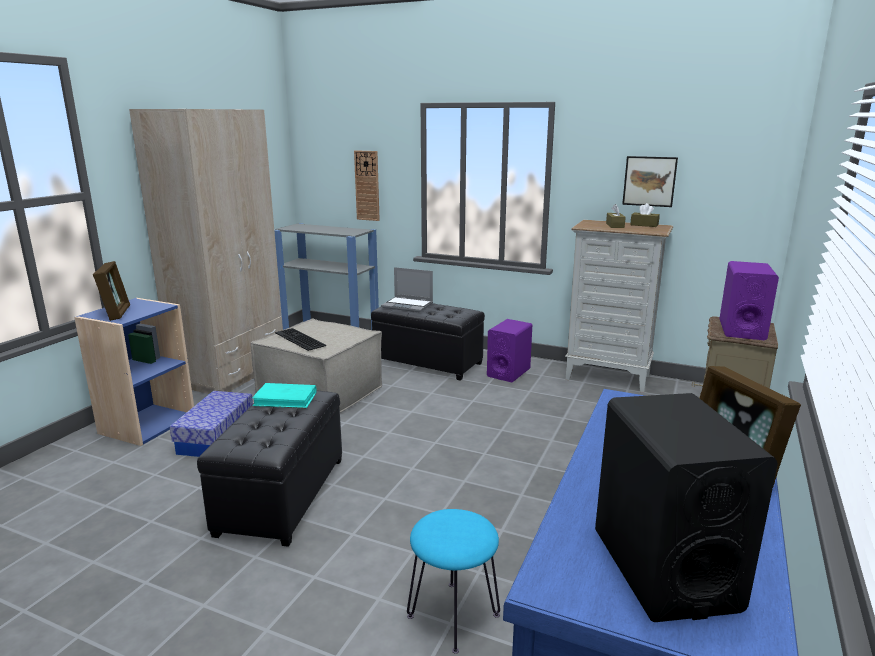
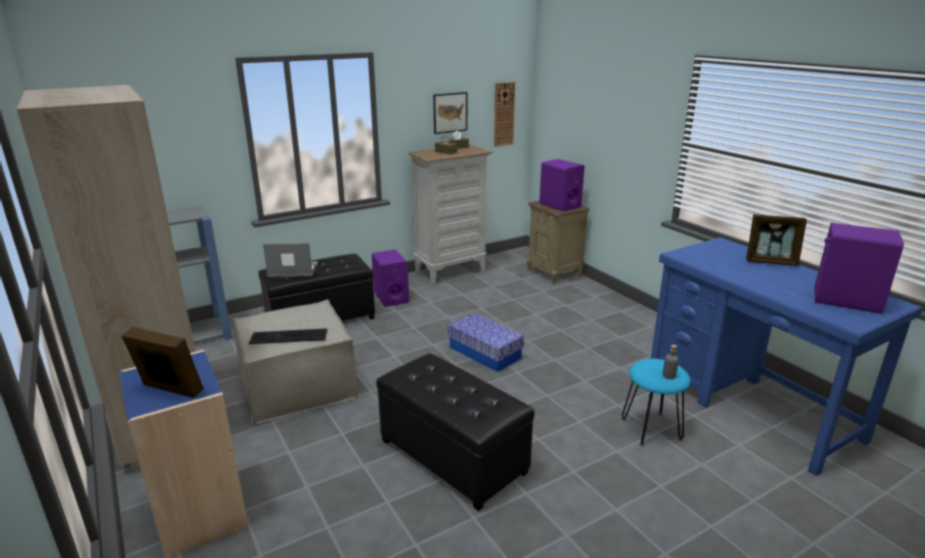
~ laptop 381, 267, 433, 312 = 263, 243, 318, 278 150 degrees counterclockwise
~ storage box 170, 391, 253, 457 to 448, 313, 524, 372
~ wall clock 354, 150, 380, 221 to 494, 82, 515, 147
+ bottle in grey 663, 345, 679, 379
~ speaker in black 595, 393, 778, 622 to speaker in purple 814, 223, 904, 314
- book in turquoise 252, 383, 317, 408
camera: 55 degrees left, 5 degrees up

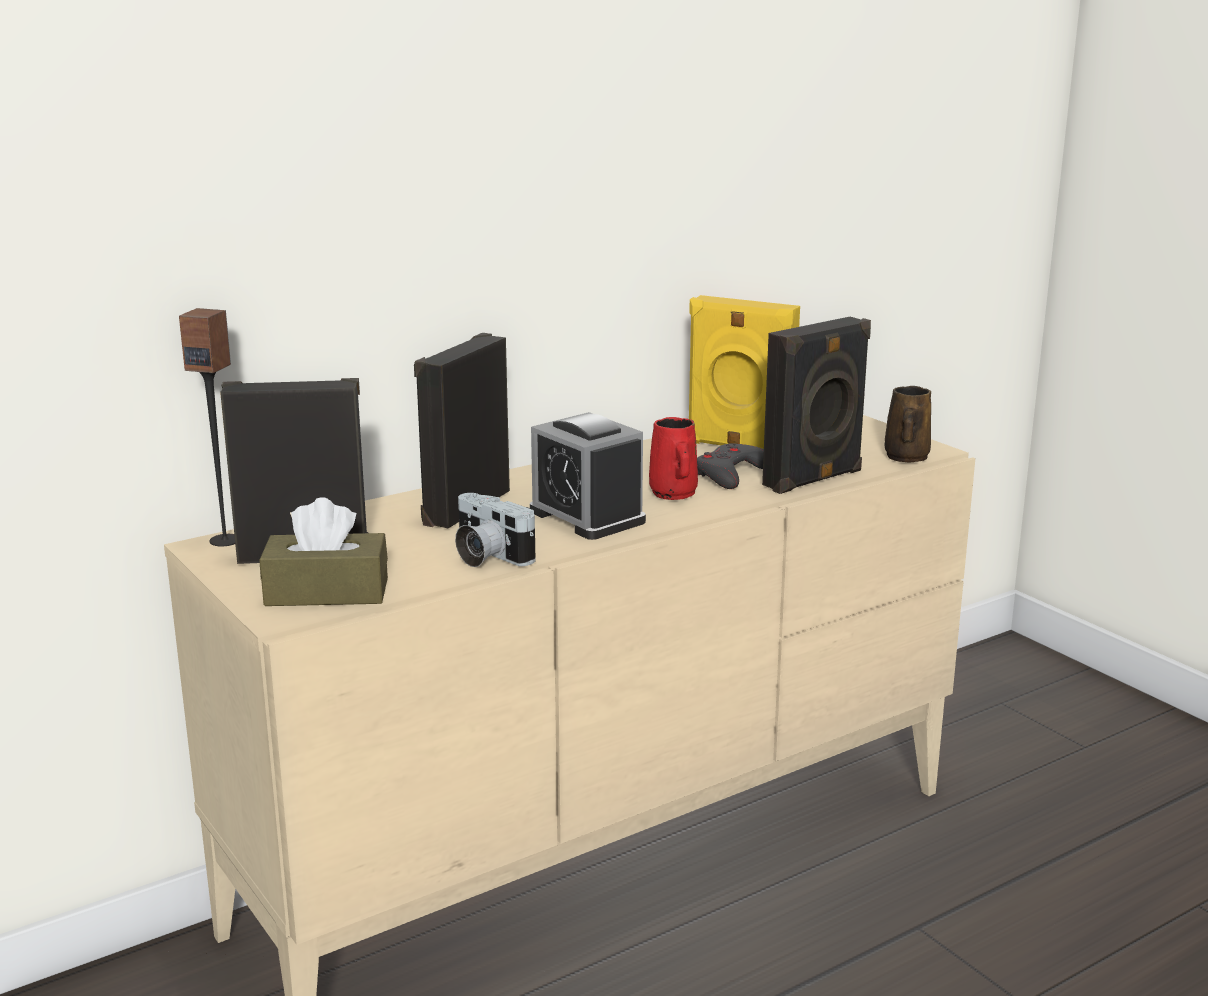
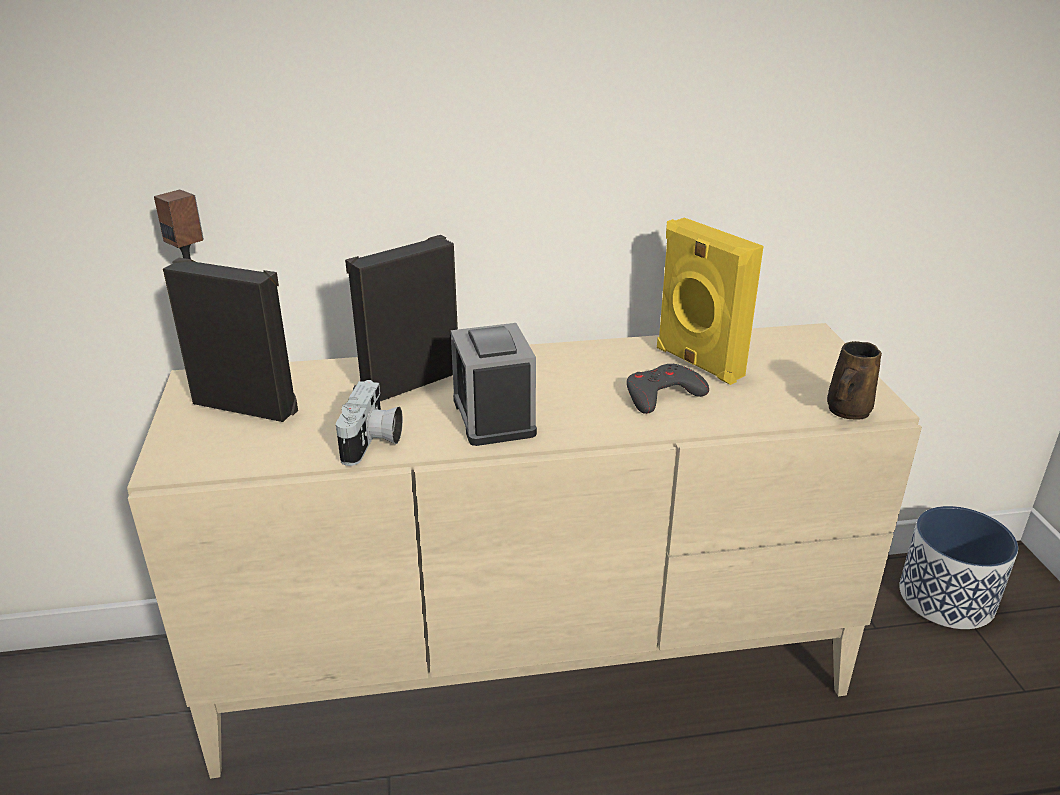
~ photo camera 455, 493, 535, 567 = 336, 380, 403, 466 150 degrees counterclockwise
+ planter 899, 506, 1018, 629
- tissue box in brown 259, 497, 388, 606
- mug in red 649, 417, 698, 500
- speaker in black 762, 317, 871, 494
camera: 25 degrees right, 10 degrees up

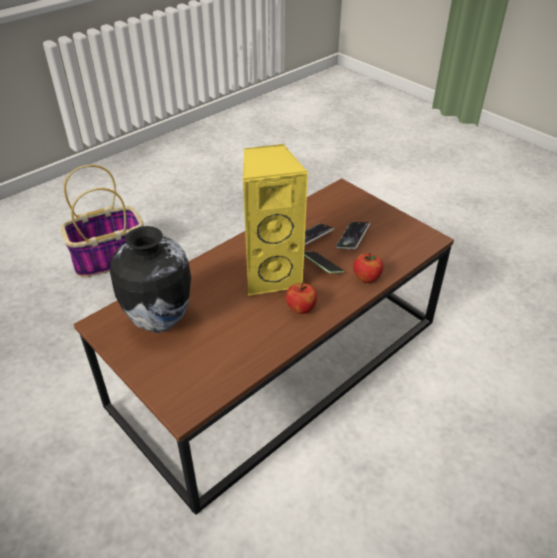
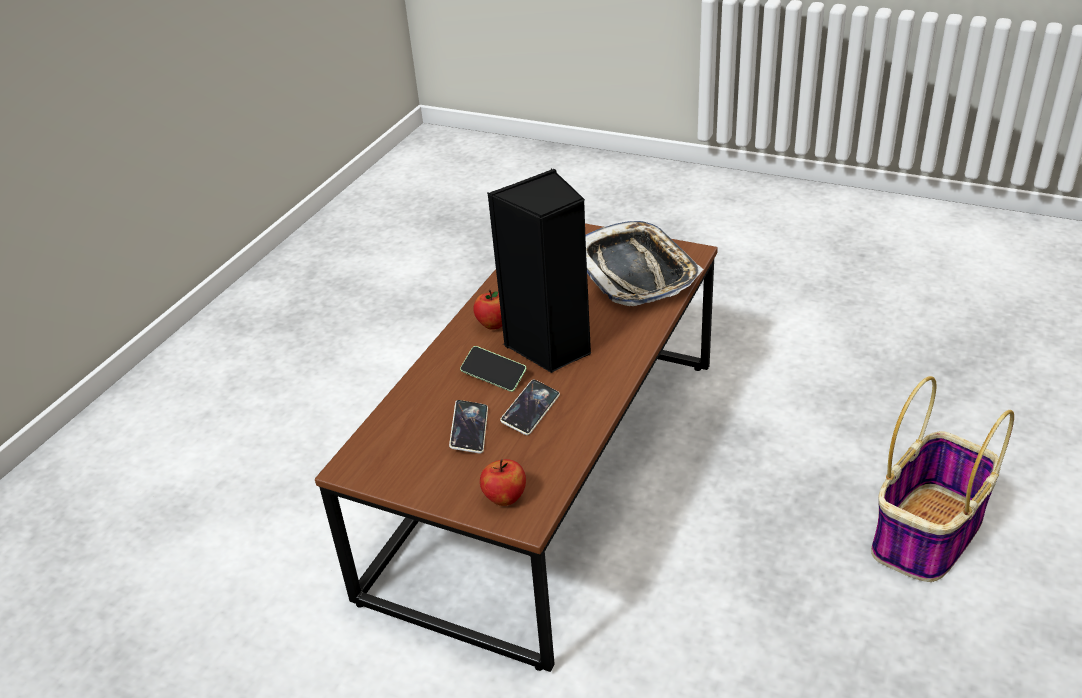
~ apple 353, 253, 384, 283 to 480, 459, 526, 506
~ speaker in yellow 243, 144, 308, 296 to speaker in black 487, 168, 591, 373
~ vase 110, 226, 191, 333 to tray 585, 221, 703, 306
camera: 160 degrees right, 5 degrees down

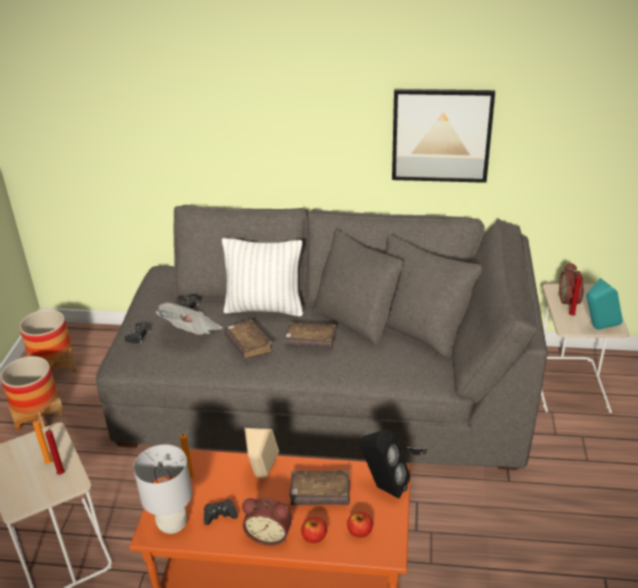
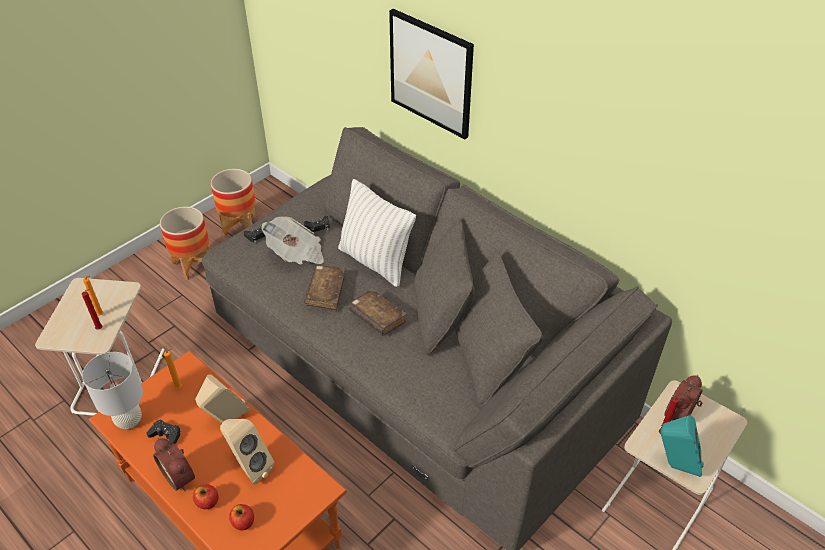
~ book in brown 290, 470, 350, 505 to speaker in beige 220, 419, 274, 485
~ picture 392, 89, 495, 183 to 389, 9, 474, 139
- speaker in black 360, 429, 410, 499
camera: 35 degrees right, 10 degrees up

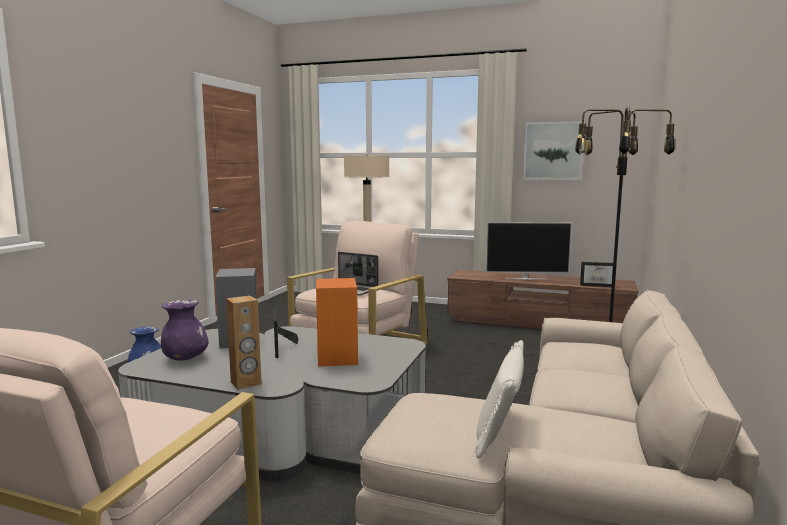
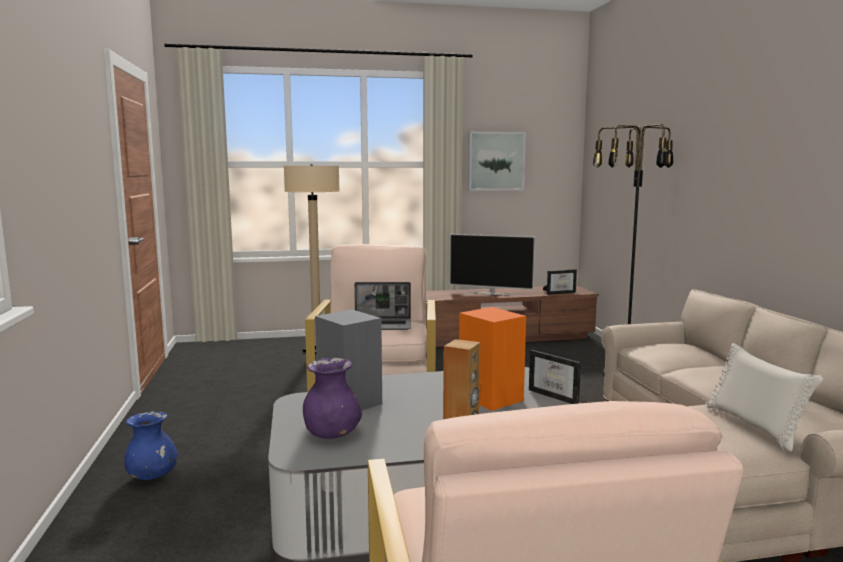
~ television 486, 222, 572, 280 = 449, 234, 535, 295 45 degrees clockwise
~ picture frame 273, 308, 299, 358 to 529, 350, 581, 404
camera: 30 degrees left, 0 degrees up

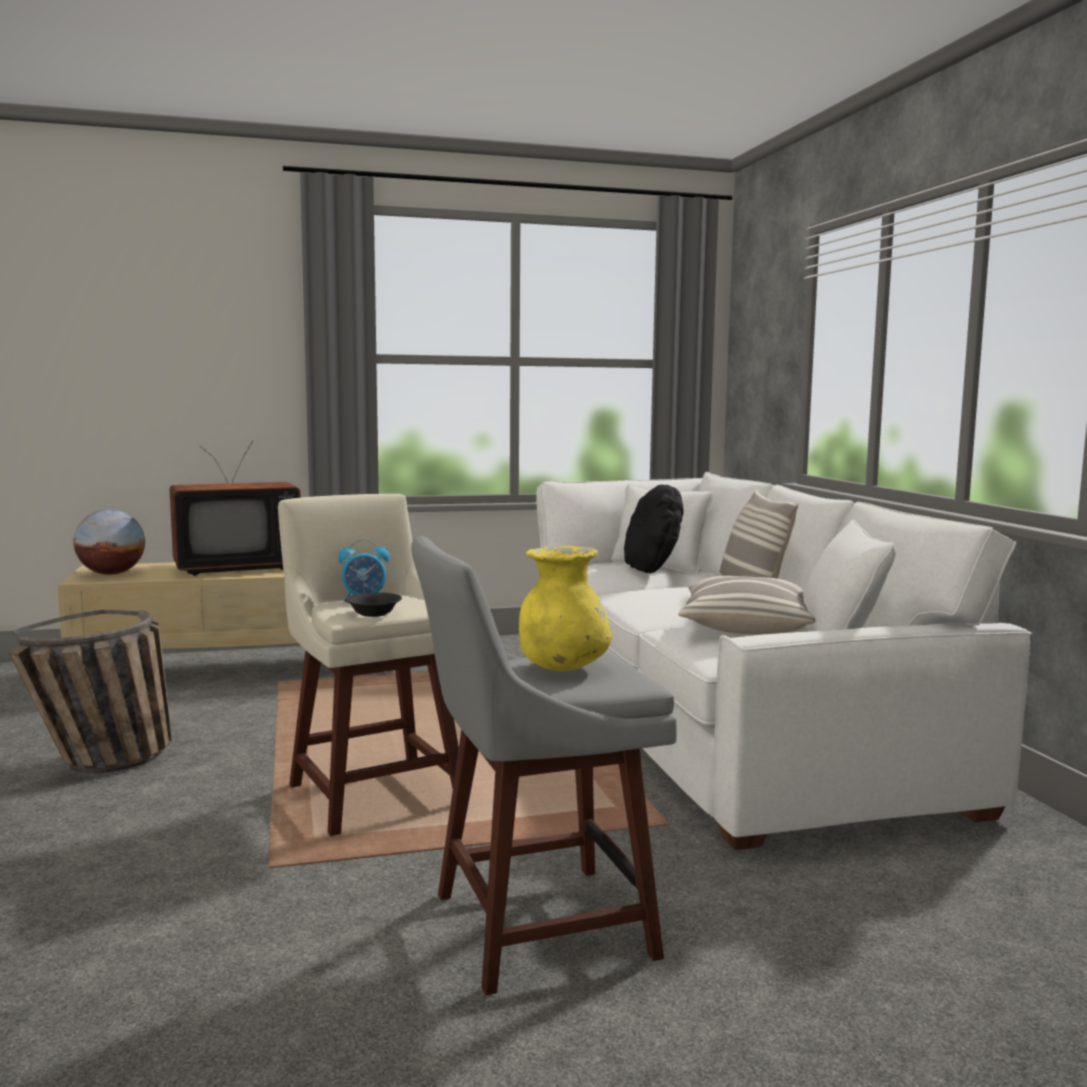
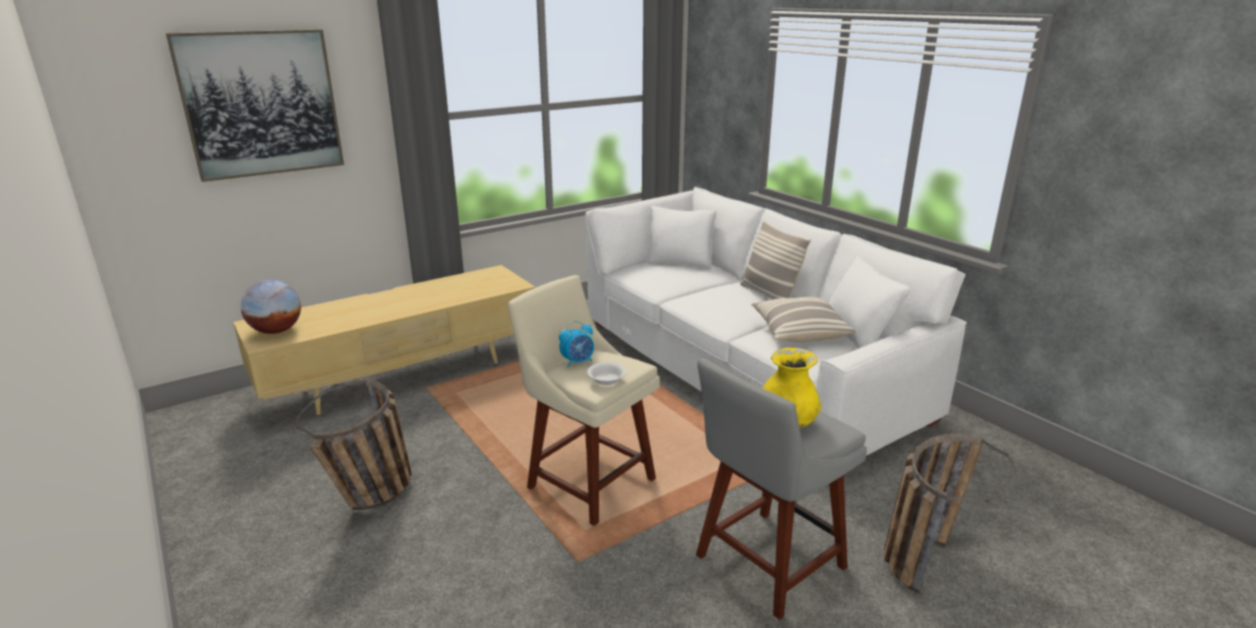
+ picture 166, 29, 344, 182
~ bowl in black 345, 592, 402, 617 to bowl in white 587, 362, 626, 385
+ basket 883, 434, 1014, 594
- television 170, 441, 300, 576
- pillow in black 624, 485, 684, 573
camera: 20 degrees left, 15 degrees up

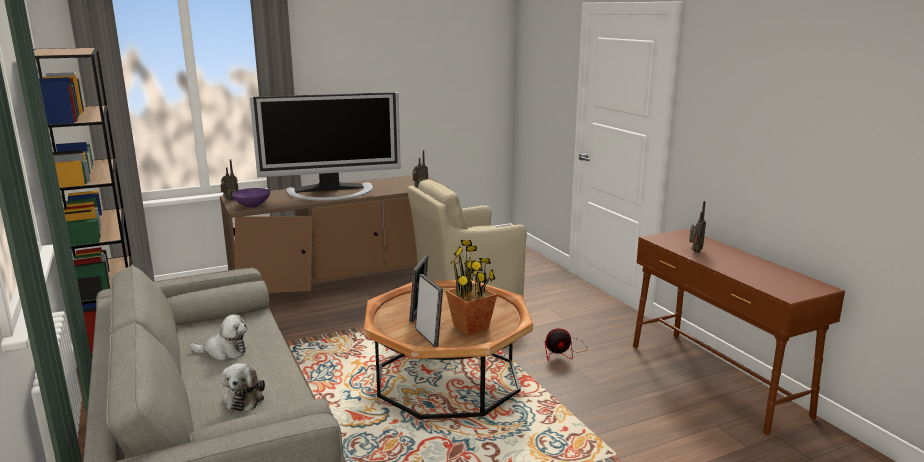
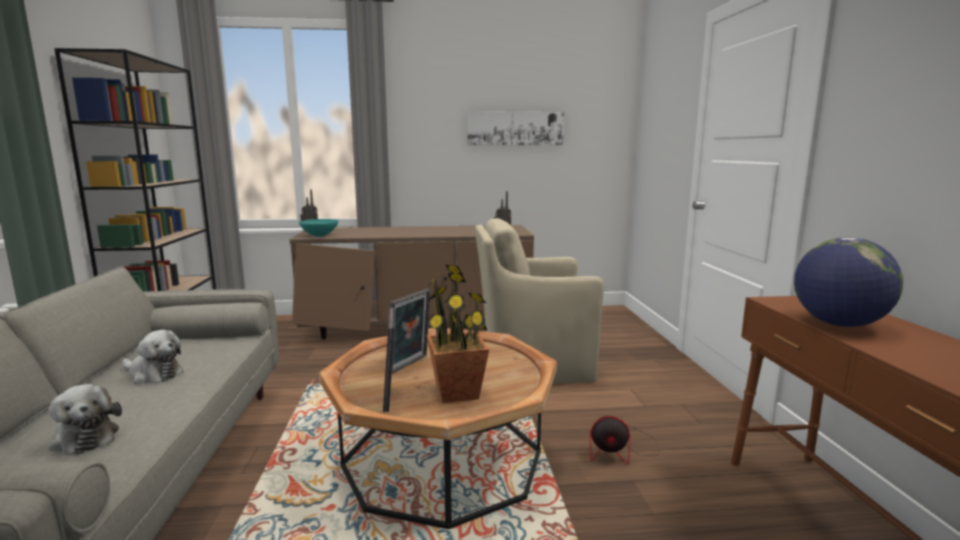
~ plush toy 221, 363, 265, 411 = 48, 384, 122, 455 60 degrees counterclockwise
~ bowl in purple 232, 188, 270, 208 to bowl in turquoise 299, 219, 338, 237
+ picture 467, 111, 564, 145
~ radio 689, 201, 706, 253 to globe 794, 237, 903, 327
- television 250, 92, 401, 201
camera: 20 degrees right, 5 degrees down

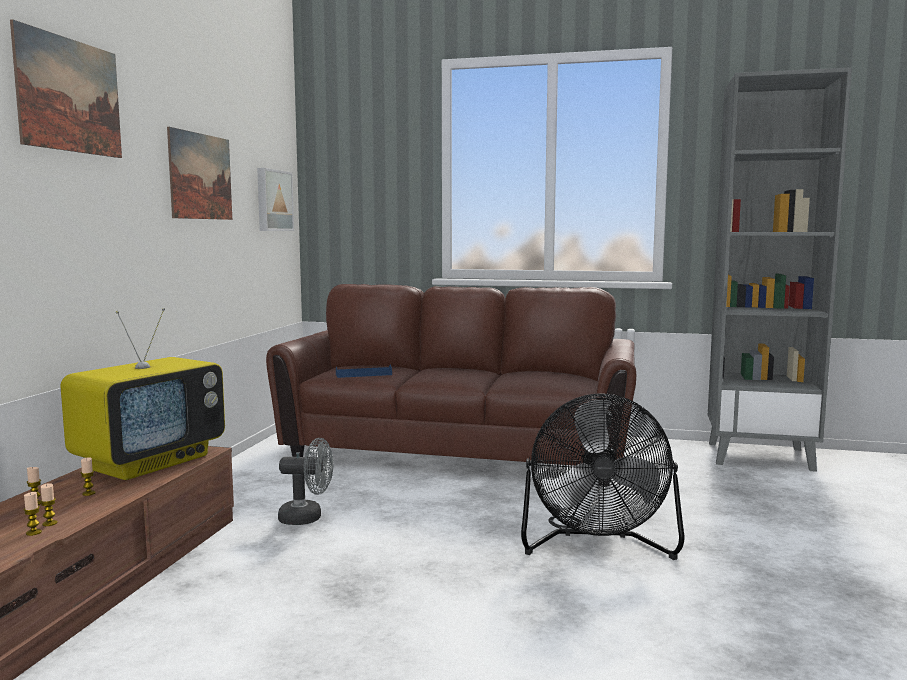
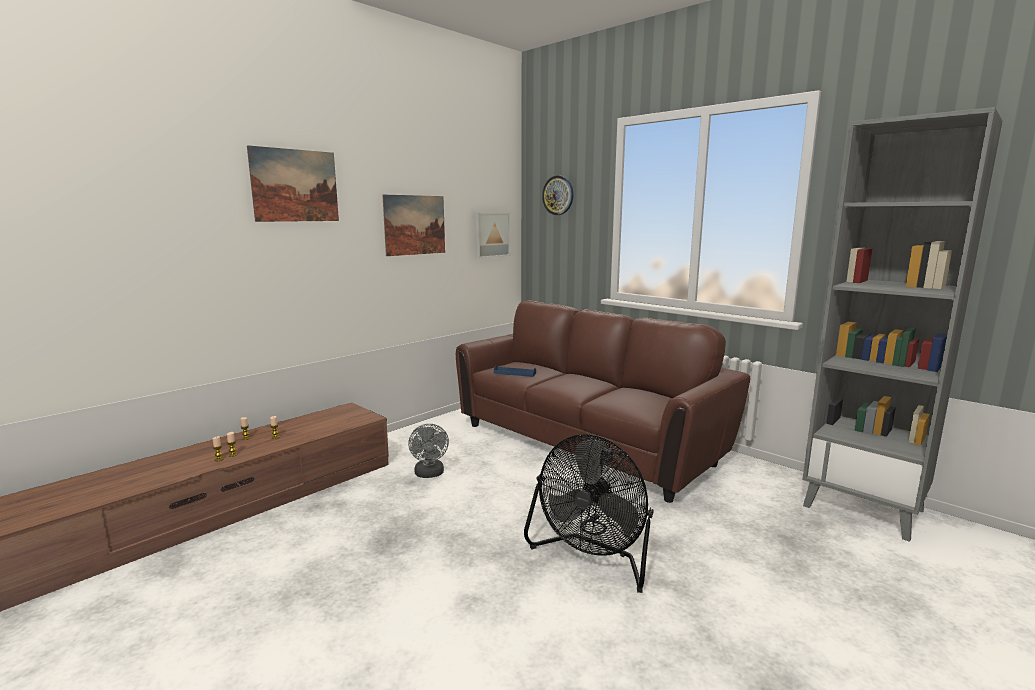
~ fan in grey 278, 438, 333, 525 = 408, 424, 449, 478 45 degrees clockwise
+ wall clock 542, 175, 574, 215
- television 60, 308, 225, 480
camera: 30 degrees right, 5 degrees up

